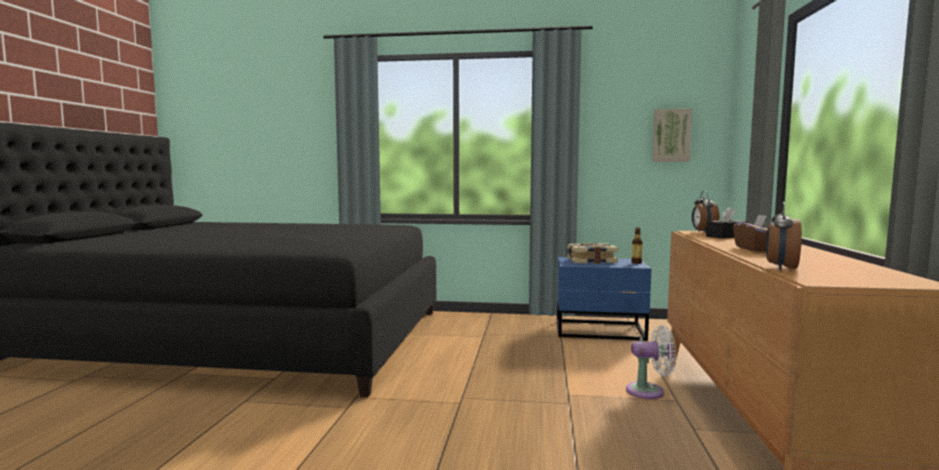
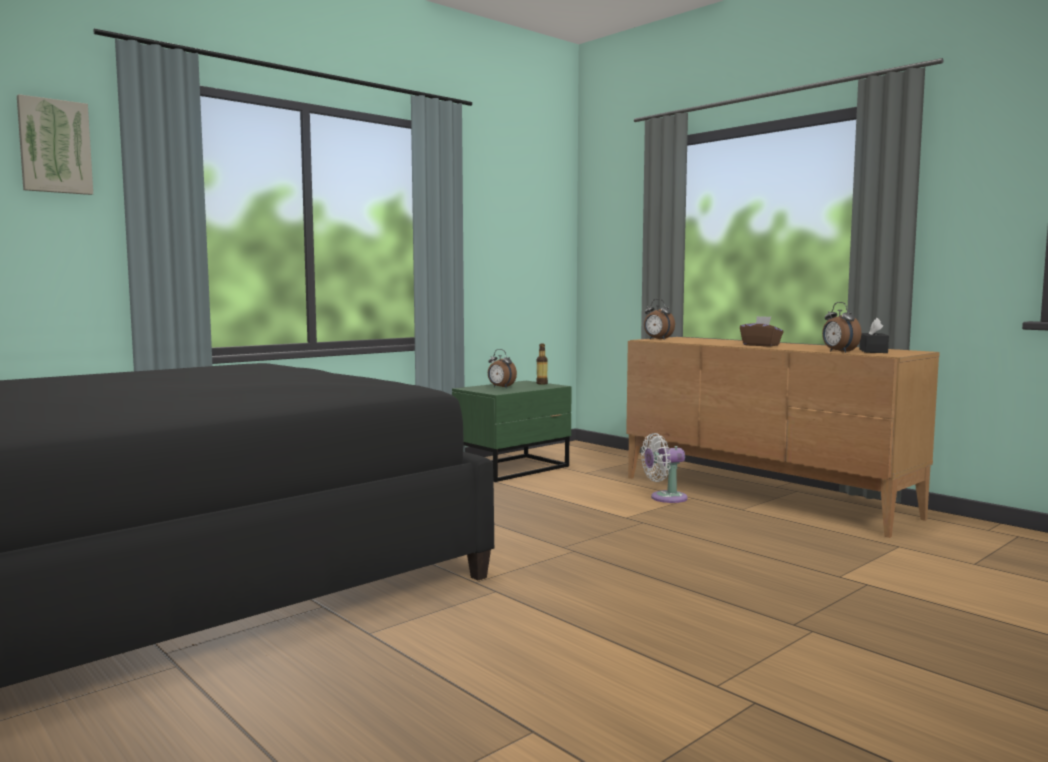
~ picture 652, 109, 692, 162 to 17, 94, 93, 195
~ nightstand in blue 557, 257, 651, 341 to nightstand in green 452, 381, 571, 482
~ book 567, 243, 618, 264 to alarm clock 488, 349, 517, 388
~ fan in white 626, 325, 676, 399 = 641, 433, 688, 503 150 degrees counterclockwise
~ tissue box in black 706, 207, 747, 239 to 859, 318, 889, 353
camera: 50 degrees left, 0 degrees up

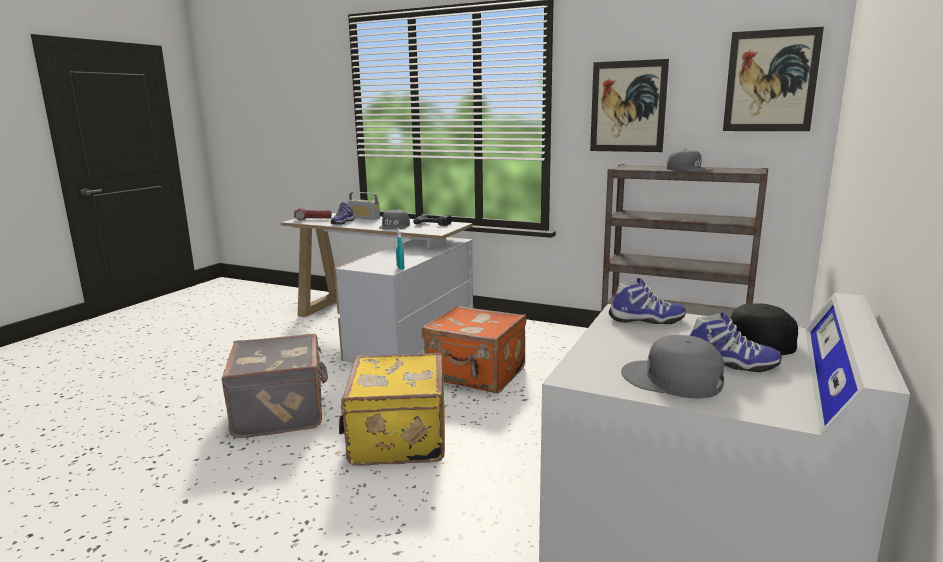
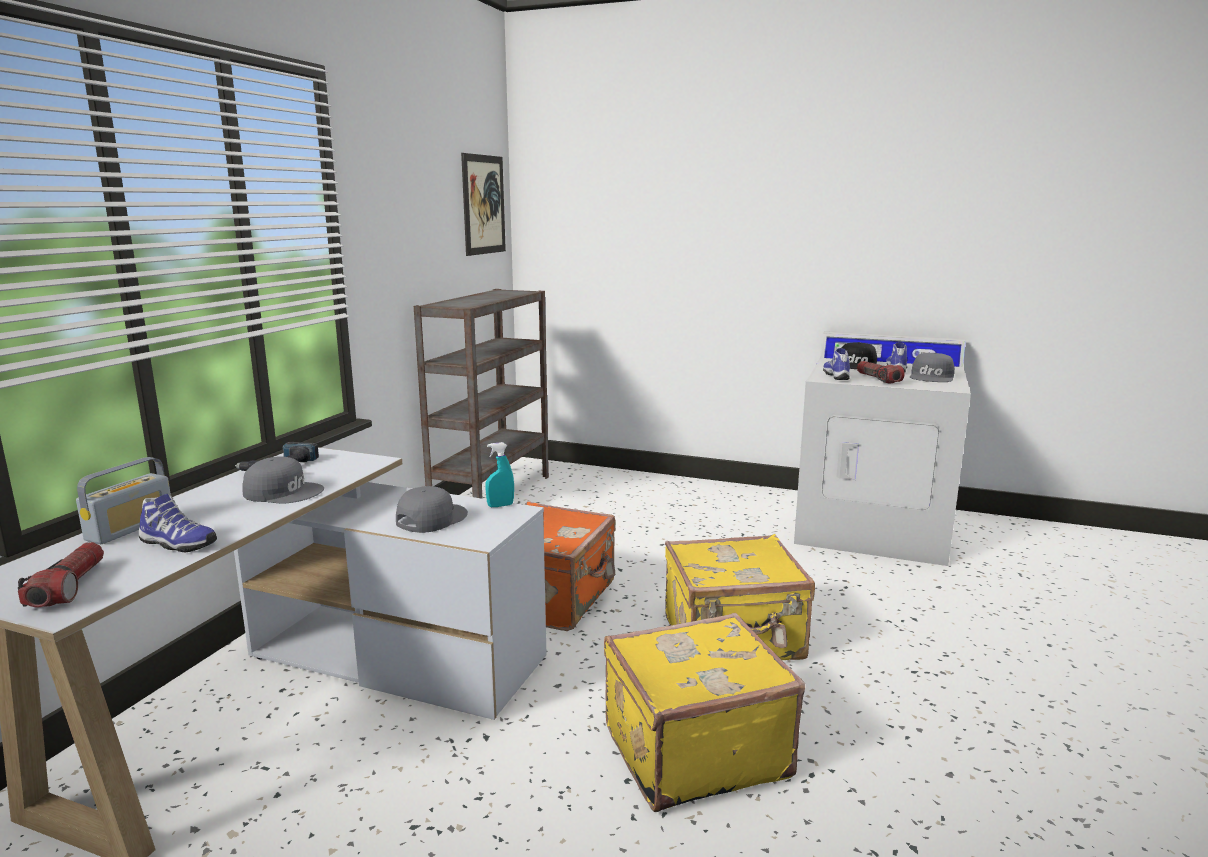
~ cap in grey 667, 149, 712, 171 to 396, 486, 468, 533
~ suitcase in grey 221, 334, 328, 438 to suitcase in yellow 604, 613, 805, 812
+ flashlight 857, 361, 905, 384
- picture 590, 59, 669, 152
camera: 95 degrees left, 0 degrees up

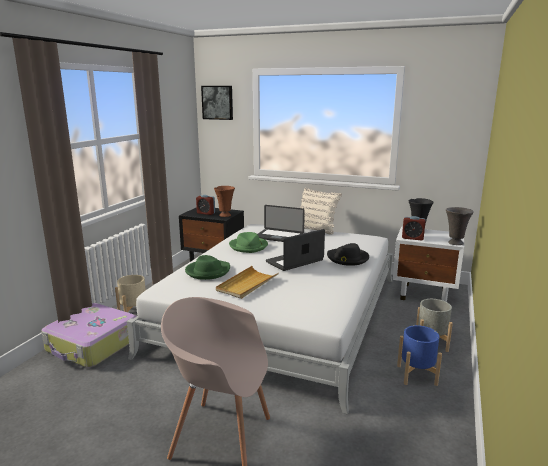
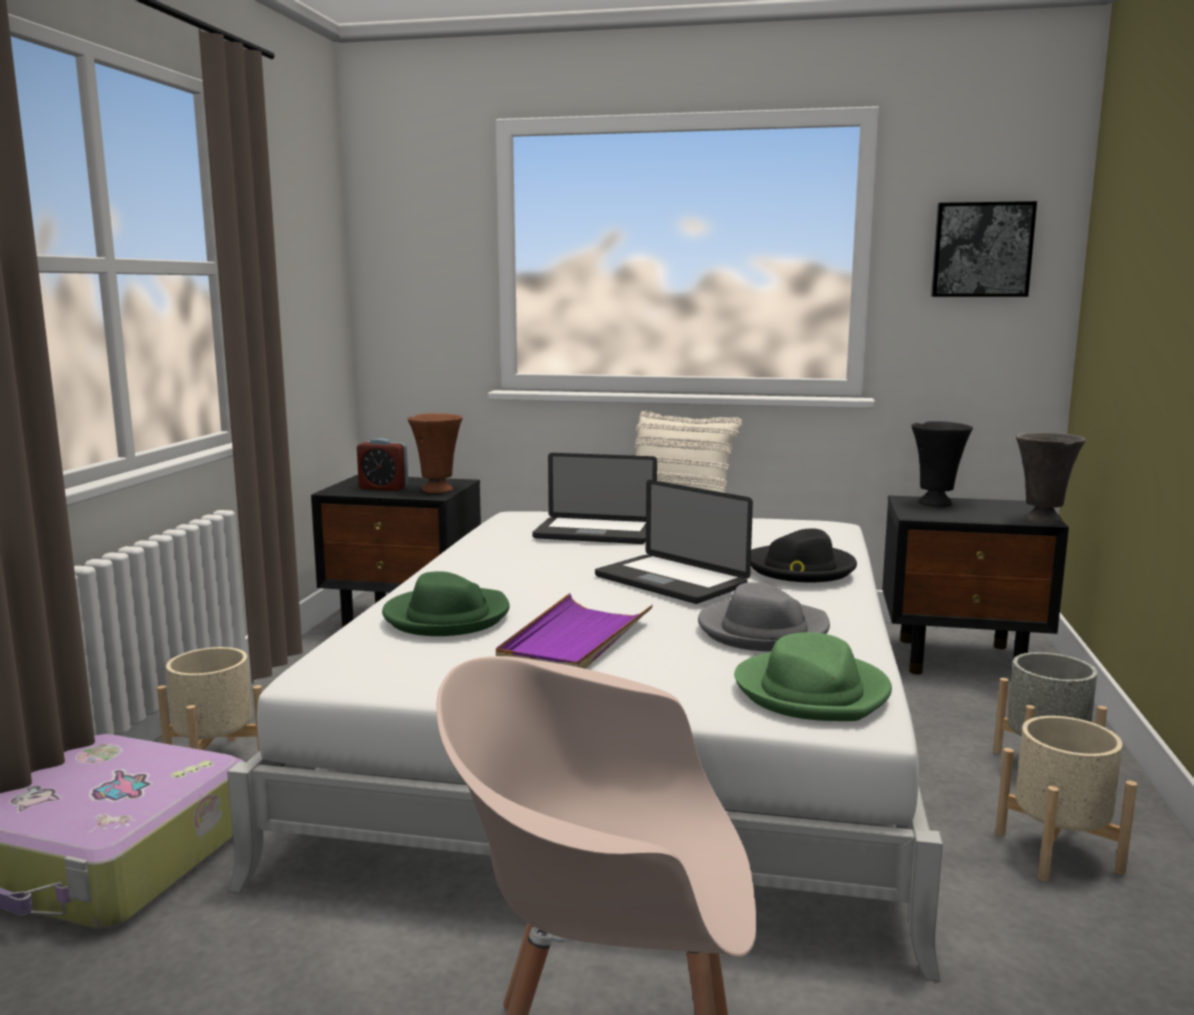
~ tray in beige 216, 266, 279, 299 to tray in purple 496, 593, 653, 669
~ laptop 266, 229, 325, 271 = 595, 480, 753, 604 90 degrees counterclockwise
+ hat in grey 698, 582, 830, 652
~ hat in green 229, 232, 268, 253 to 734, 632, 892, 721
~ nightstand in white 393, 227, 464, 302 to nightstand in black 882, 495, 1069, 676
~ picture 201, 86, 233, 120 to 931, 201, 1037, 297
~ planter in blue 397, 325, 442, 386 to planter in beige 995, 716, 1137, 881
- alarm clock 402, 216, 426, 240
camera: 10 degrees left, 5 degrees down

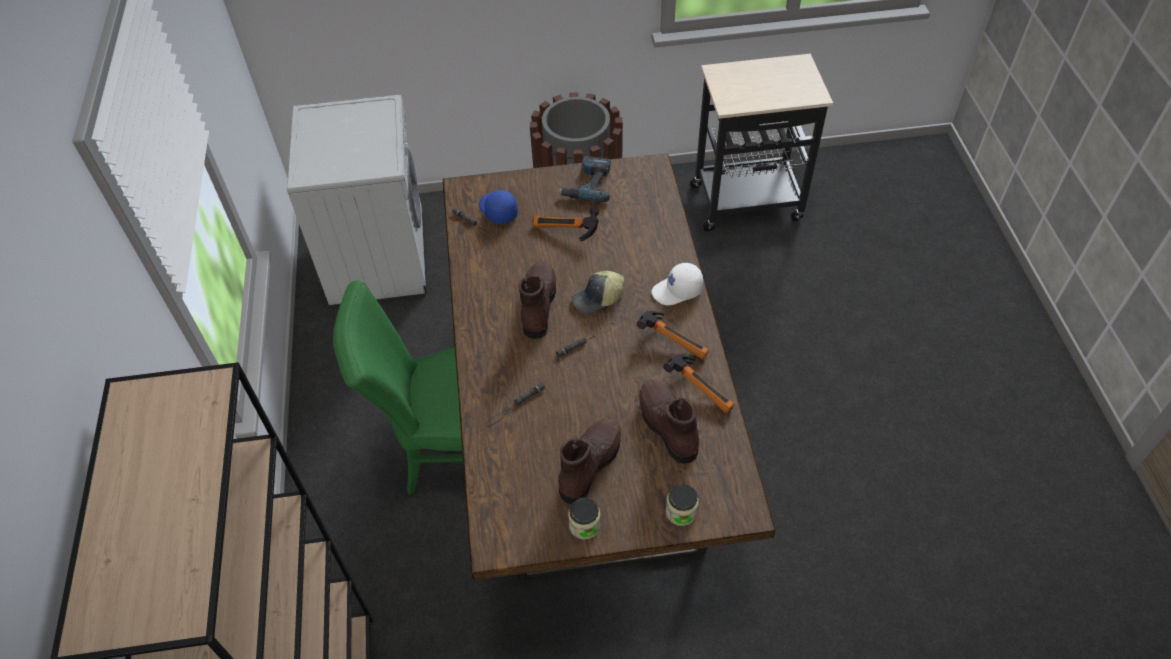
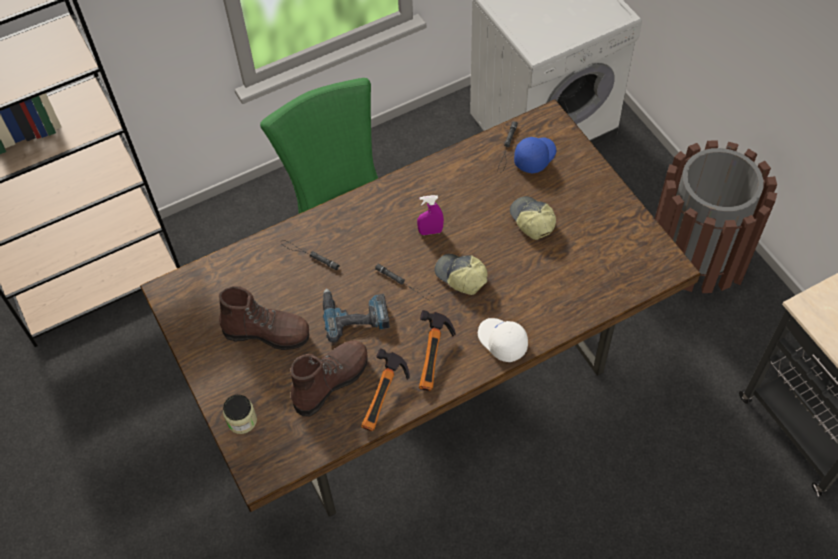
~ power drill 557, 156, 610, 202 to 323, 288, 390, 343
~ boot in brown 518, 262, 556, 339 to spray bottle in purple 417, 195, 444, 235
~ hammer 532, 208, 599, 241 to cap 510, 196, 556, 240
- jar 568, 497, 601, 540
camera: 70 degrees right, 5 degrees up

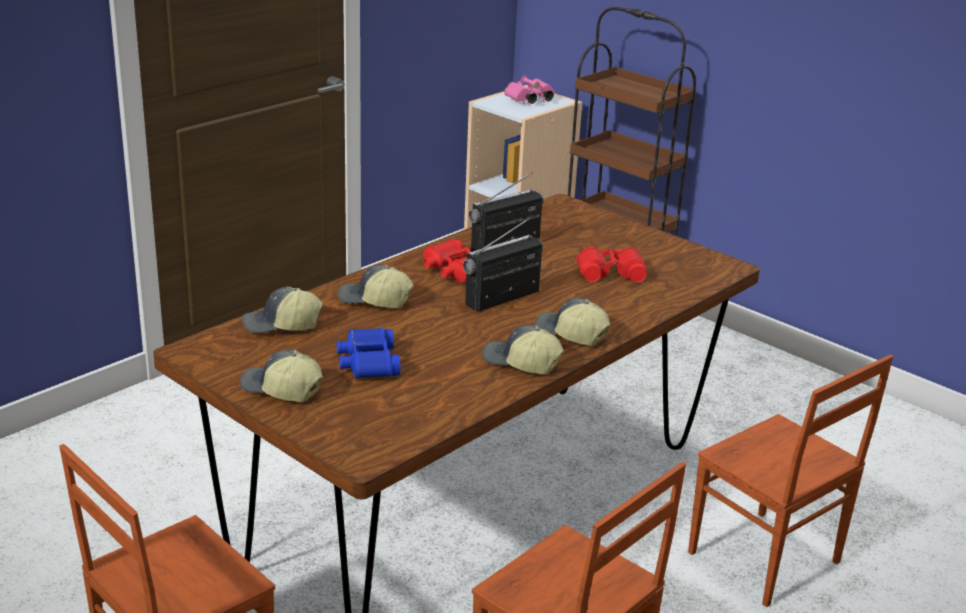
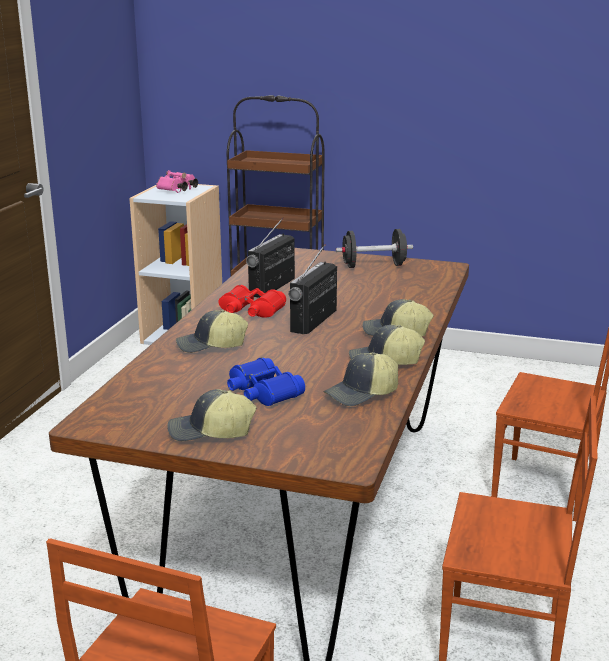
~ cap 242, 287, 323, 333 to 323, 352, 398, 406
+ dumbbell in black 336, 229, 413, 268
- binoculars in red 576, 247, 648, 282
camera: 25 degrees left, 5 degrees down

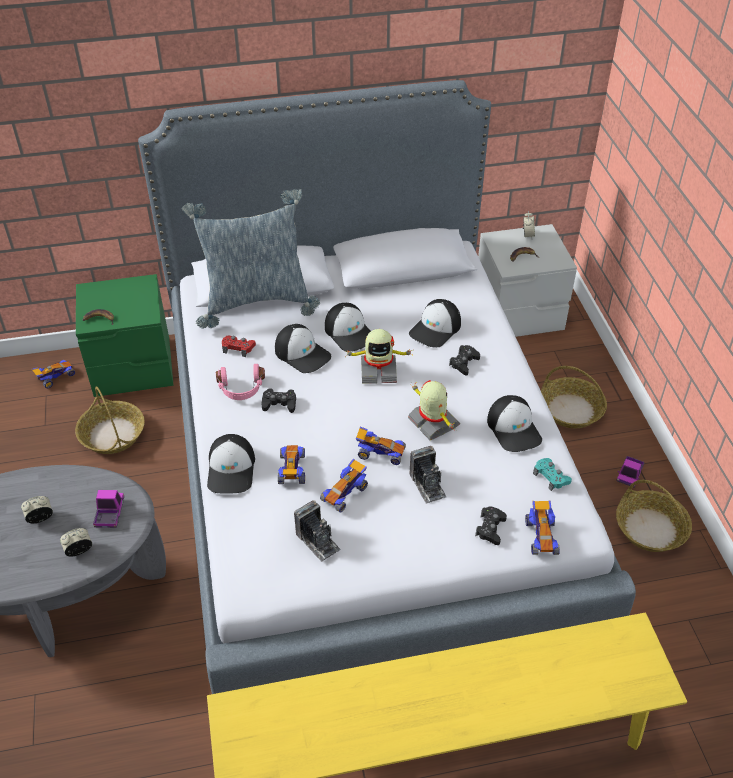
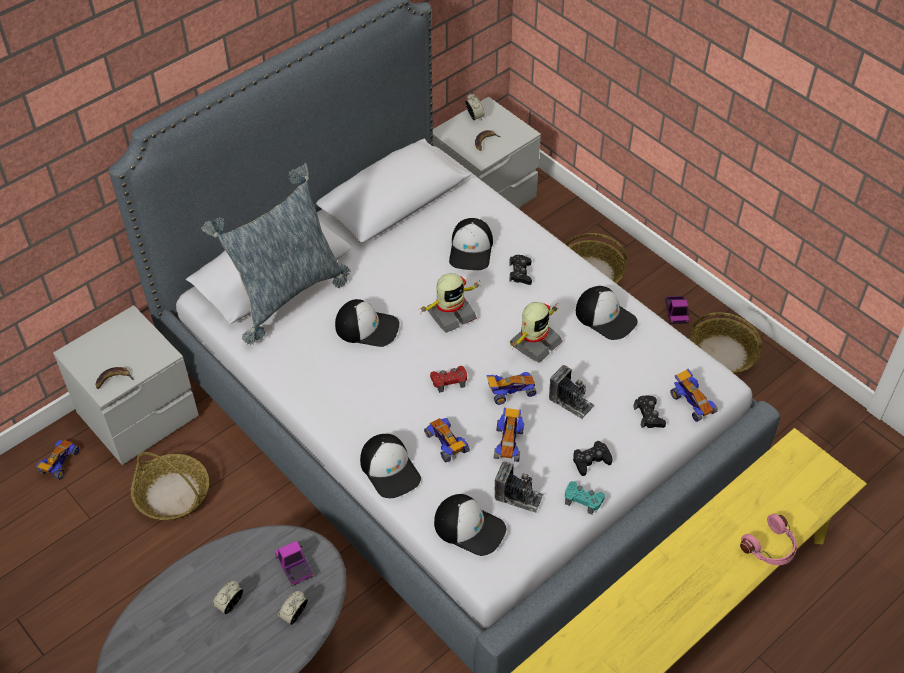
~ nightstand in green 76, 274, 174, 397 to nightstand in white 53, 305, 199, 465
~ game controller in red 222, 336, 256, 357 to 430, 366, 467, 393
~ cap 325, 303, 371, 352 to 434, 494, 506, 556
~ toy robot 408, 380, 460, 440 = 510, 302, 562, 363 105 degrees clockwise
~ game controller in turquoise 533, 458, 572, 491 to 565, 481, 605, 515
~ game controller in black 262, 388, 296, 413 to 573, 441, 613, 476
~ headphones in pink 216, 364, 265, 400 to 740, 514, 797, 565
camera: 30 degrees left, 5 degrees up

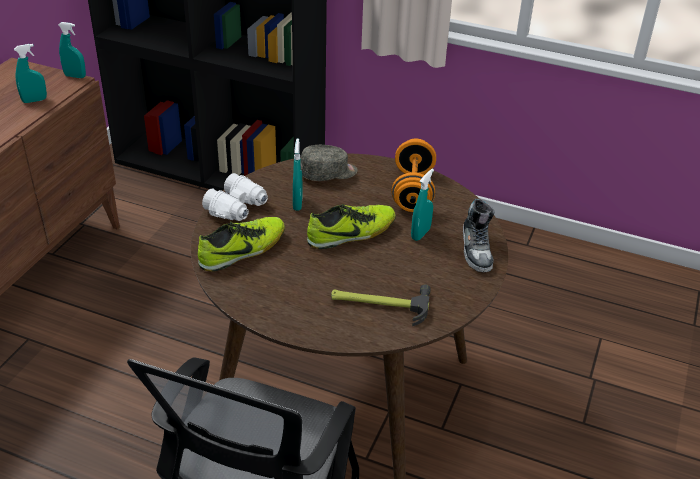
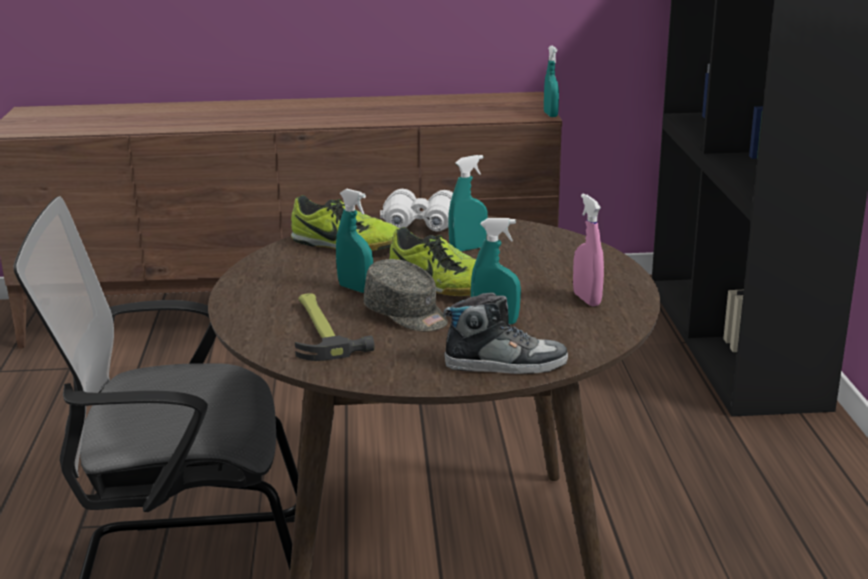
~ spray bottle in turquoise 14, 44, 47, 103 to 336, 189, 373, 293
~ cap in grey 300, 145, 358, 181 to 364, 259, 448, 332
~ shoe 463, 199, 495, 272 = 443, 292, 568, 374 150 degrees counterclockwise
~ dumbbell in orange 392, 139, 436, 212 to spray bottle in pink 573, 194, 604, 306
camera: 65 degrees right, 15 degrees down

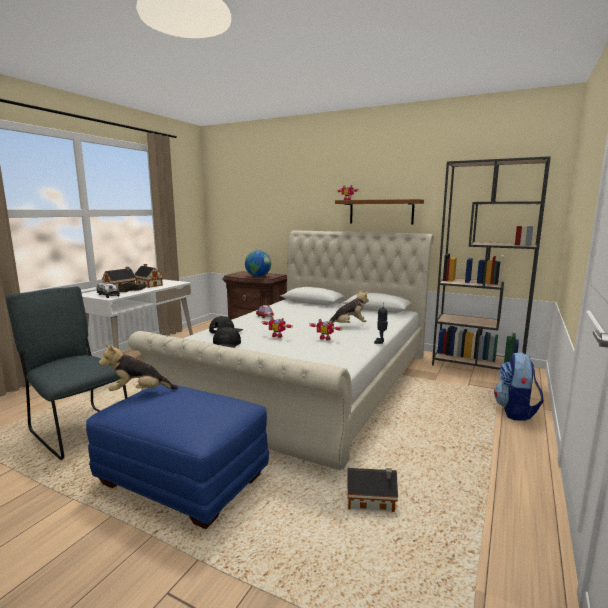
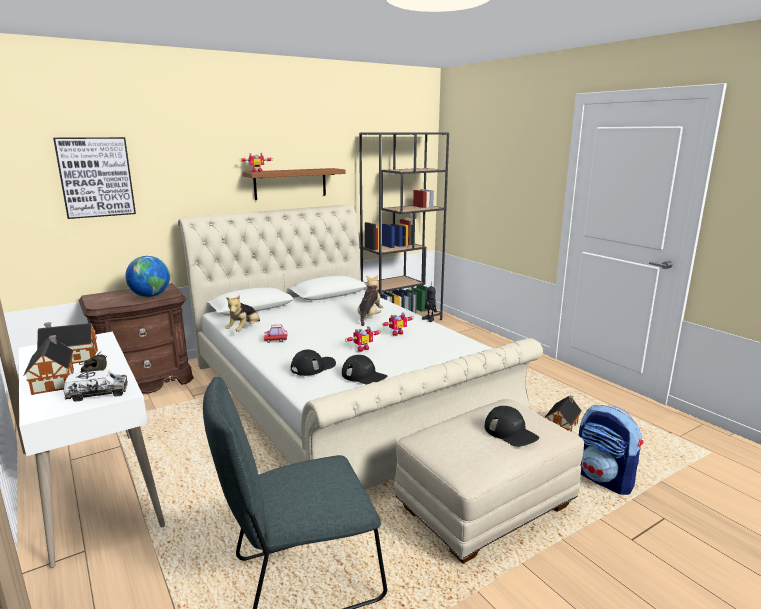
+ picture 53, 137, 136, 219
~ plush toy 99, 344, 178, 391 to 225, 295, 260, 332
~ ottoman in blue 86, 384, 269, 529 to ottoman in beige 394, 399, 584, 564
+ cap in black 485, 406, 539, 447
~ backpack 494, 352, 544, 421 to 578, 405, 644, 495
camera: 60 degrees left, 5 degrees up

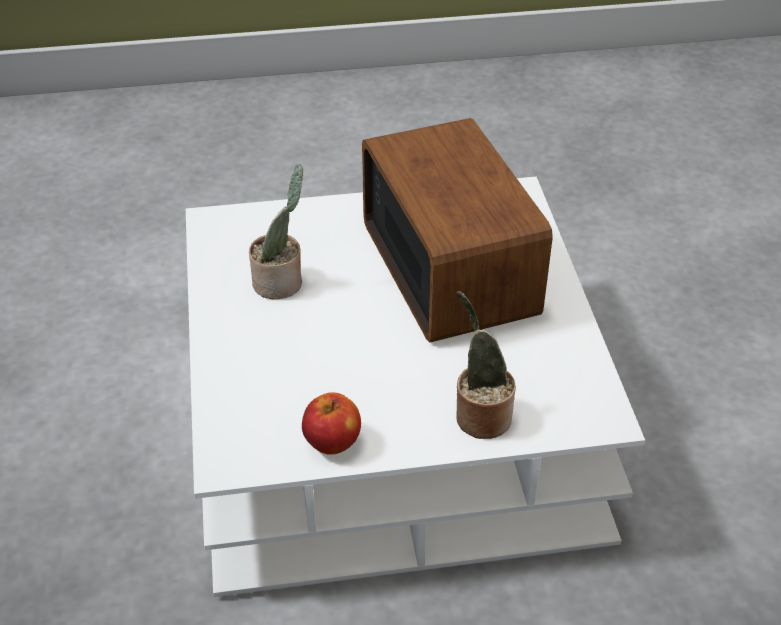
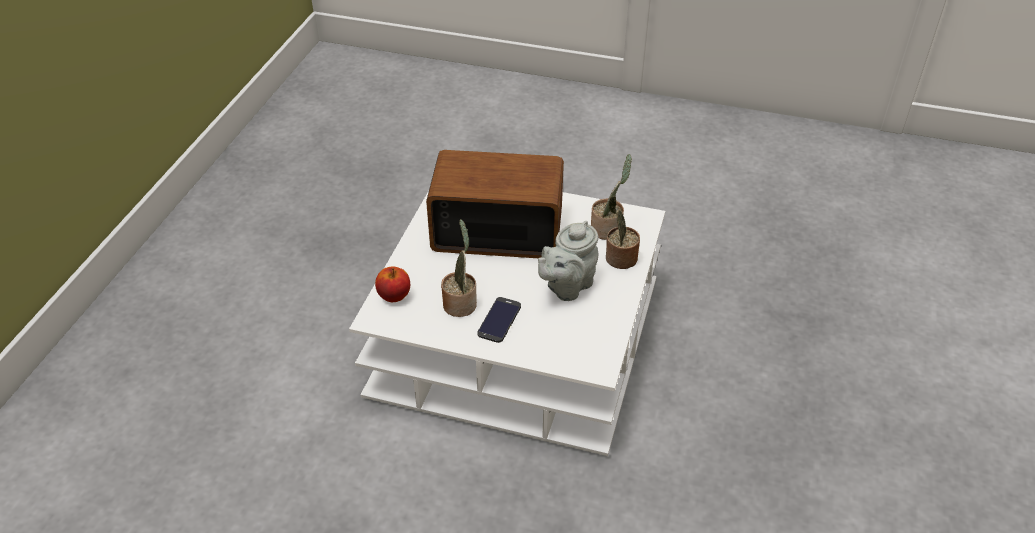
~ apple 302, 392, 361, 455 to 375, 266, 410, 302
+ phone 477, 297, 521, 343
+ teapot in grey 538, 221, 599, 301
+ potted plant 591, 154, 632, 240
camera: 65 degrees left, 0 degrees up

